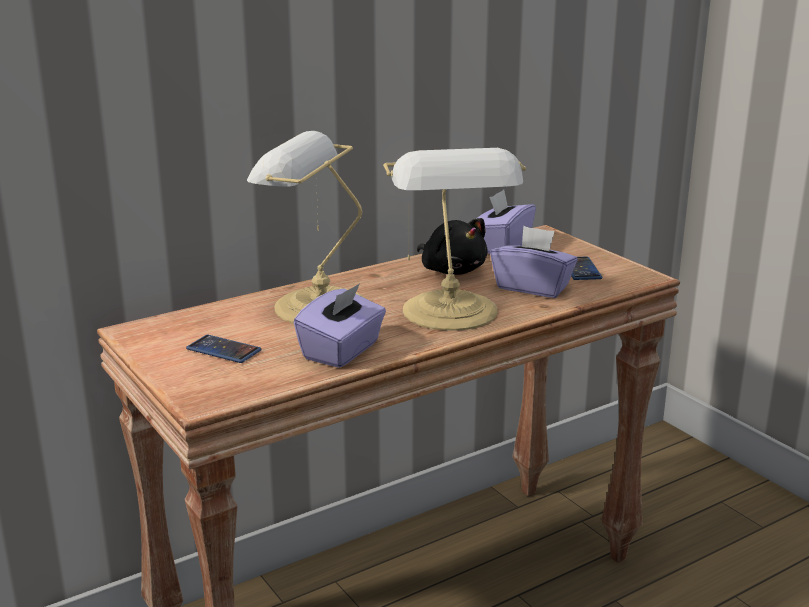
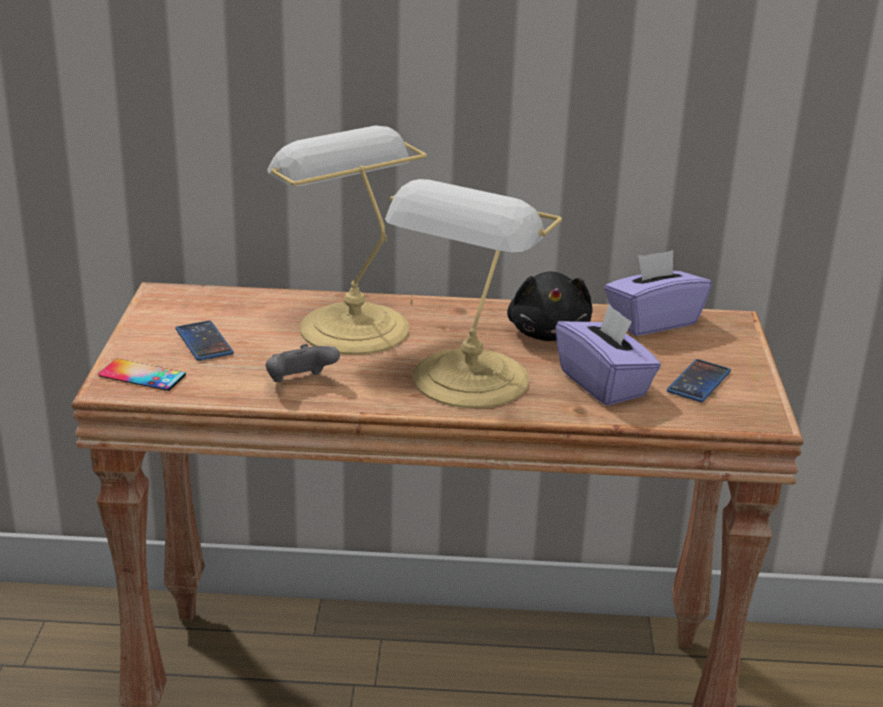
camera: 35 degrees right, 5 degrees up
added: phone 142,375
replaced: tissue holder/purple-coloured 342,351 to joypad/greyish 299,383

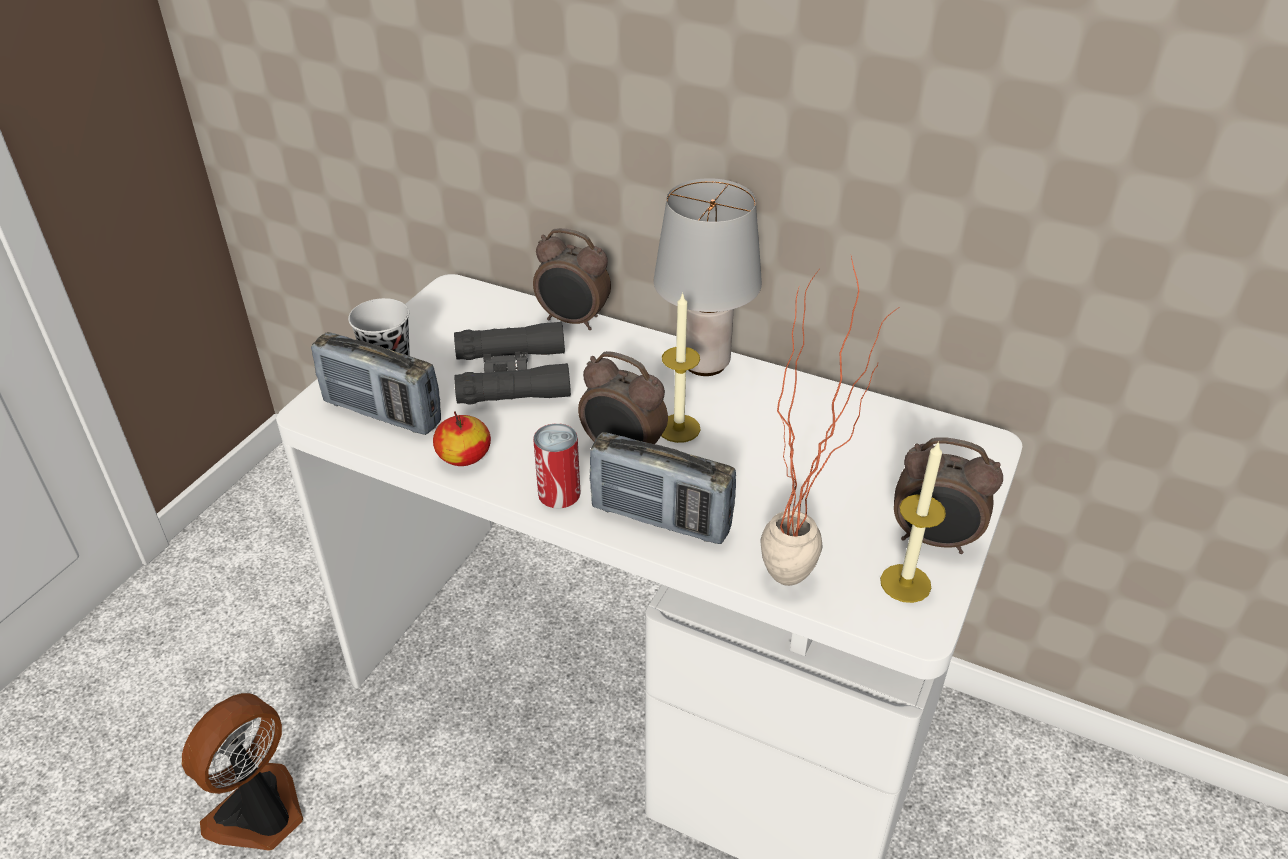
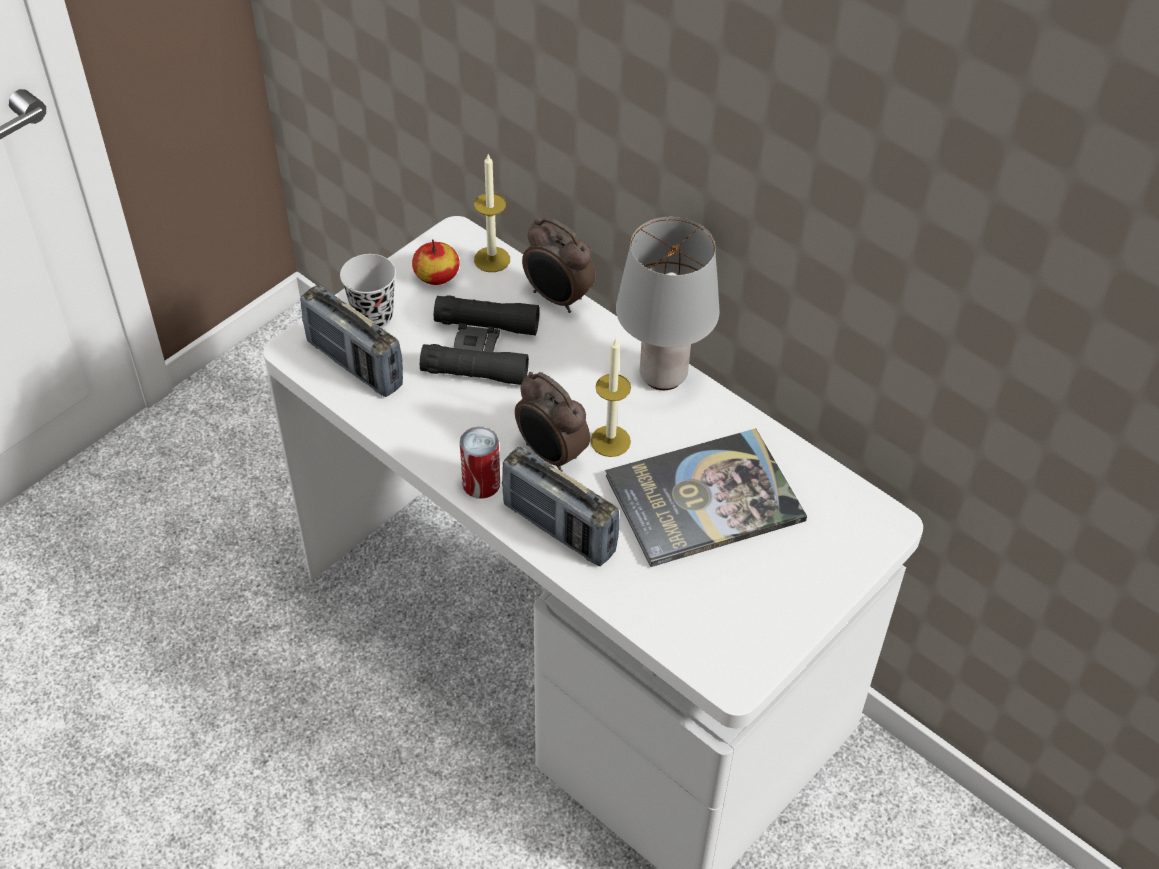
camera: 15 degrees right, 10 degrees up
removed: cooling fan 261,814; potted plant 806,580; bedside clock 934,540
added: bound book 704,498
moved: apple 464,456 to 436,275; wax candle 905,583 to 492,259

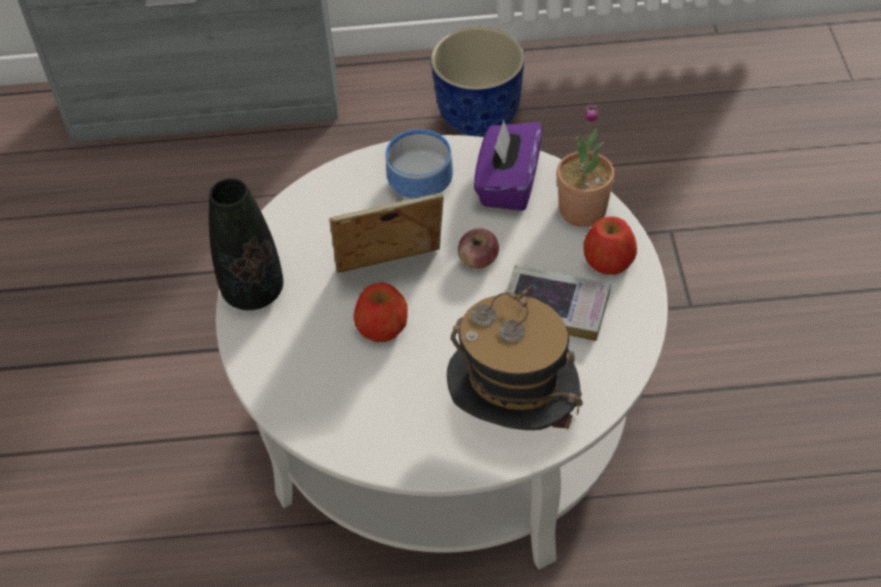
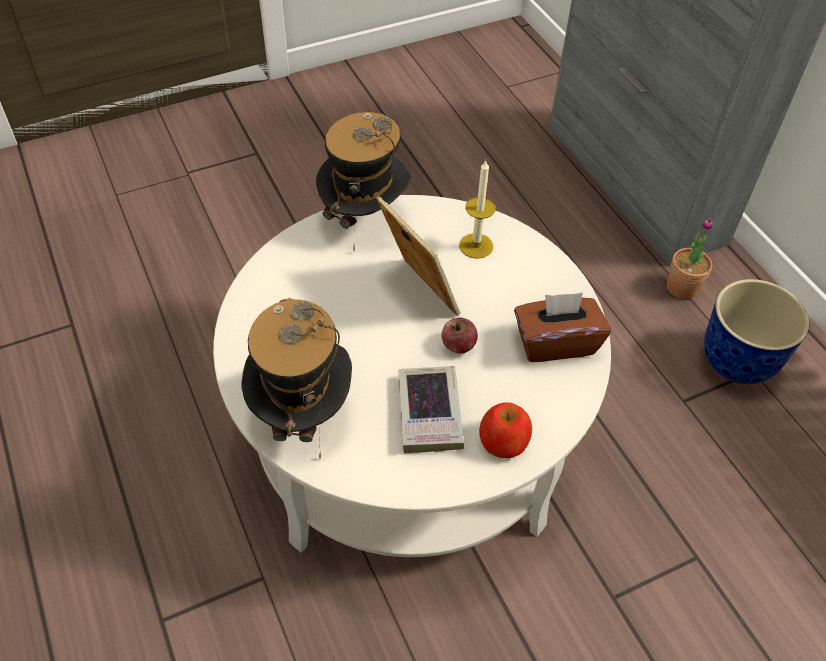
camera: 65 degrees right, 0 degrees up
removed: apple 382,326; serving bowl 418,183
added: wax candle 476,246
moved: potted plant 582,210 to 682,287
replaced: flower vase/black 253,292 to clothing hat 364,218
recoloured: tissue holder/purple-coloured 507,184 to tissue holder/brown-coloured 555,342

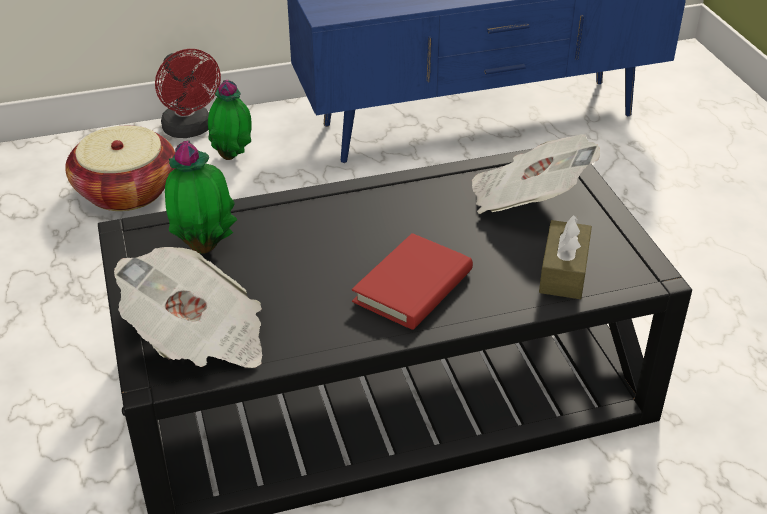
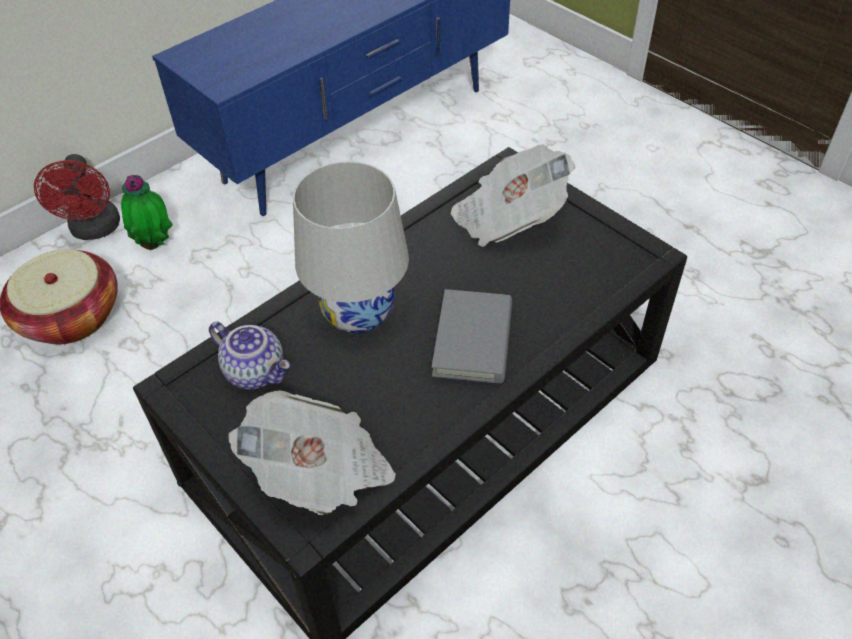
camera: 25 degrees left, 10 degrees up
removed: tissue holder/brown-coloured 563,272
added: lamp for a table/whitish 358,313
replaced: potted plant 204,246 to tea pot 257,371
recoloured: bound book/red-coloured 413,286 to bound book/greyish 473,340
turned: cooling fan/red-coloured 190,130 = 95,230 45 degrees clockwise

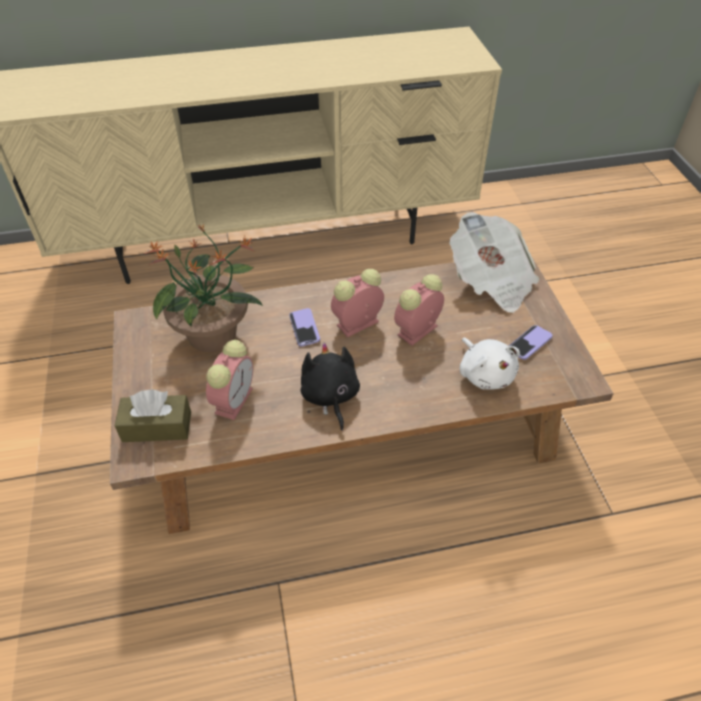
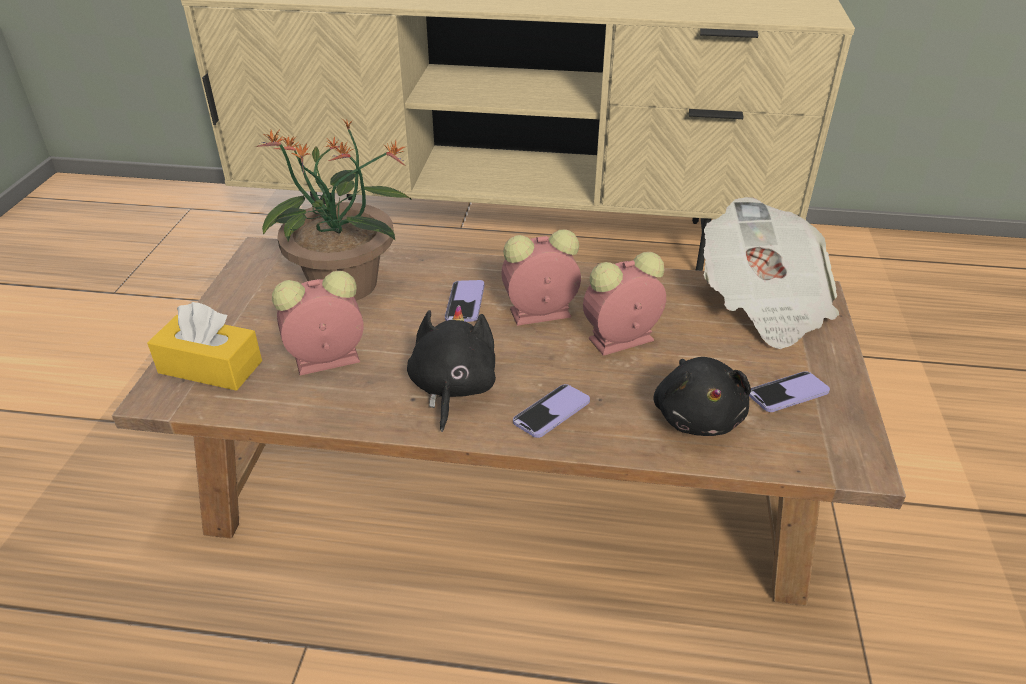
camera: 20 degrees right, 10 degrees down
added: phone 551,412
recoloured: tissue holder/brown-coloured 157,426 to tissue holder/yellow-coloured 210,367; cuddly toy/whitish 485,373 to cuddly toy/black 697,416
turned: bedside clock 234,399 = 324,360 150 degrees counterclockwise

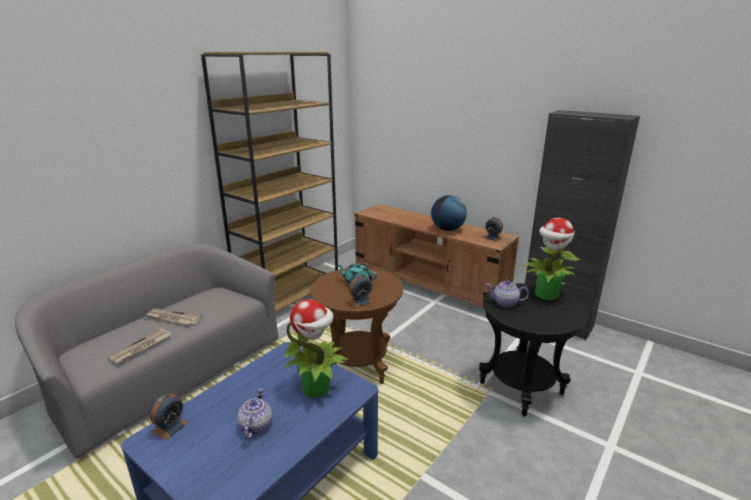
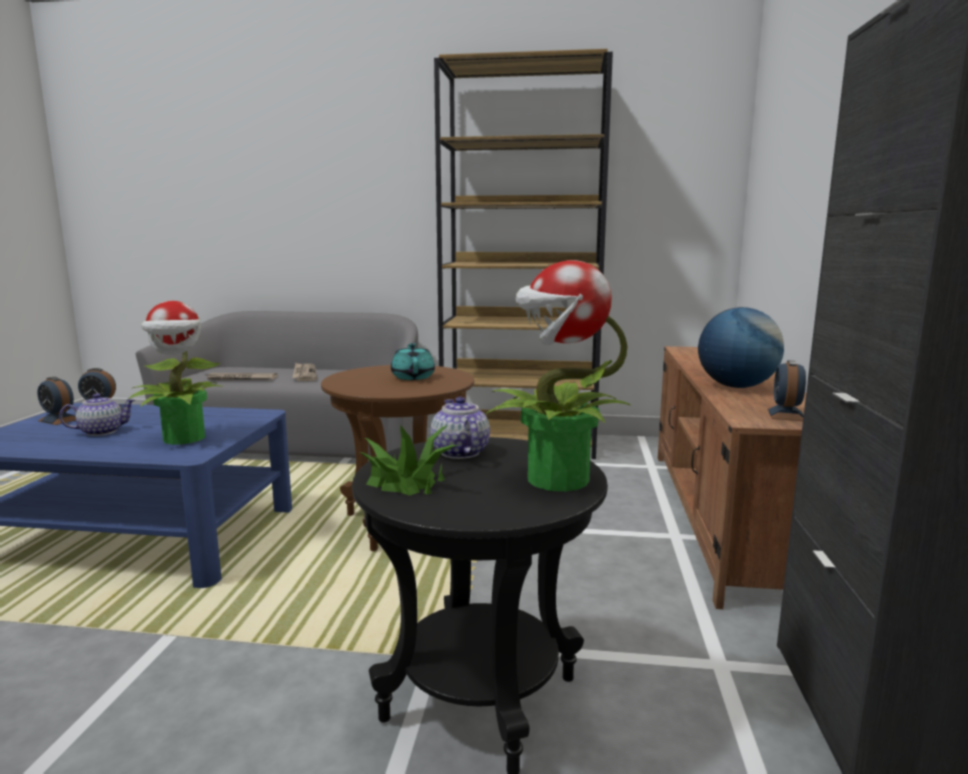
camera: 60 degrees right, 10 degrees down
added: potted plant 407,482
moved: bedside clock 360,301 to 59,420

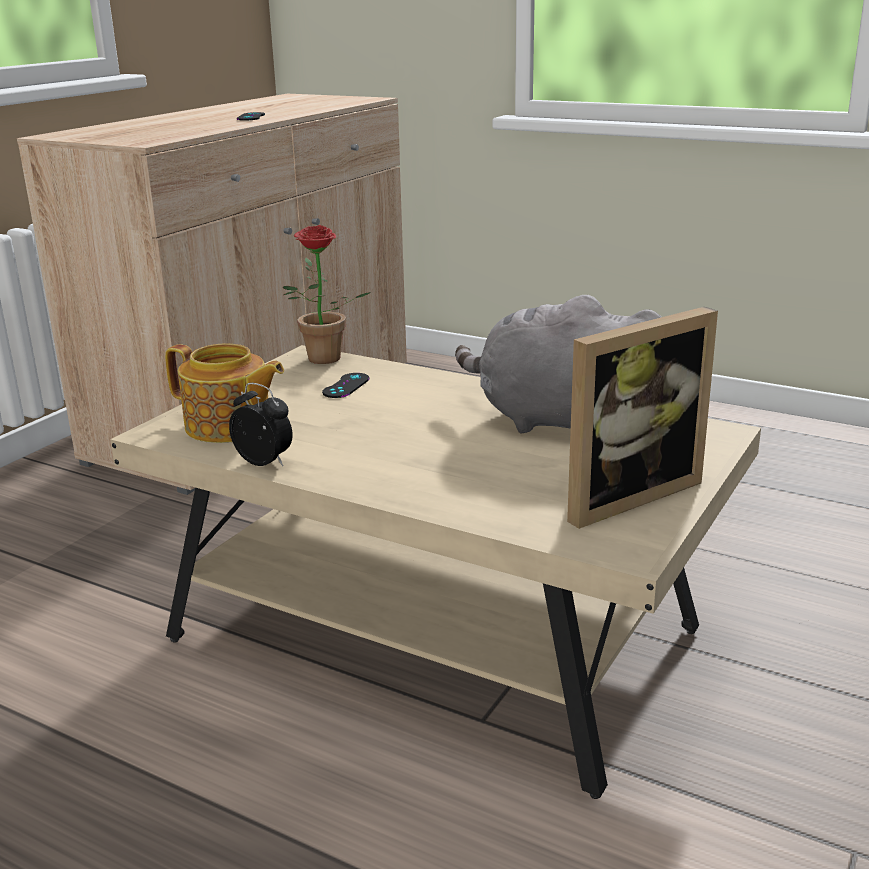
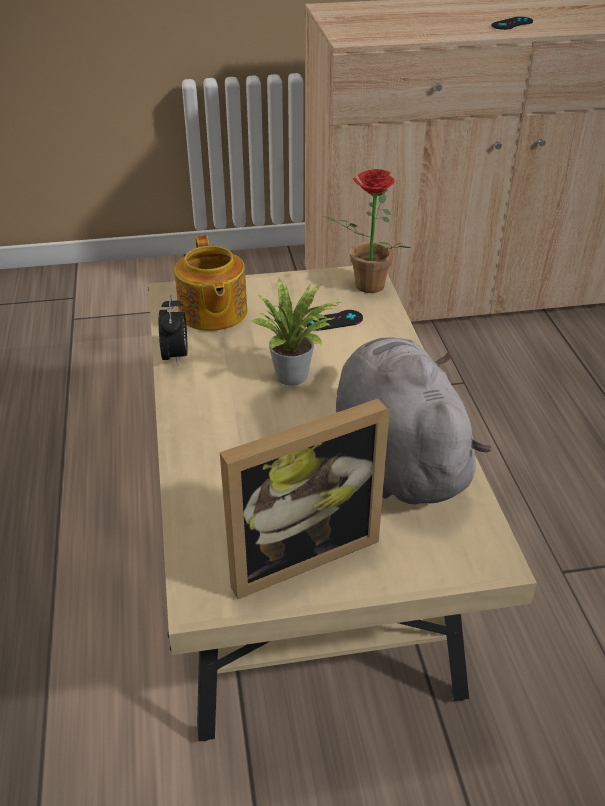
camera: 50 degrees right, 15 degrees up
added: potted plant 296,376
turned: picture frame 622,494 = 297,551 45 degrees counterclockwise

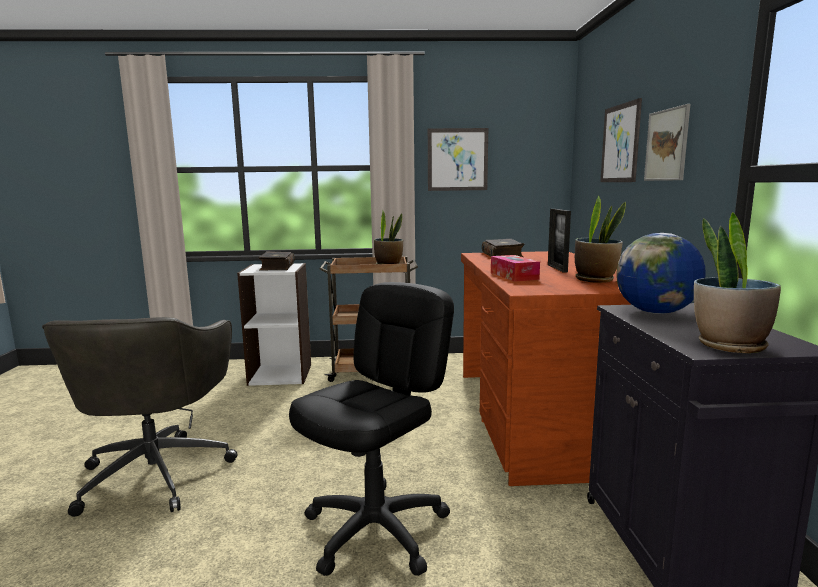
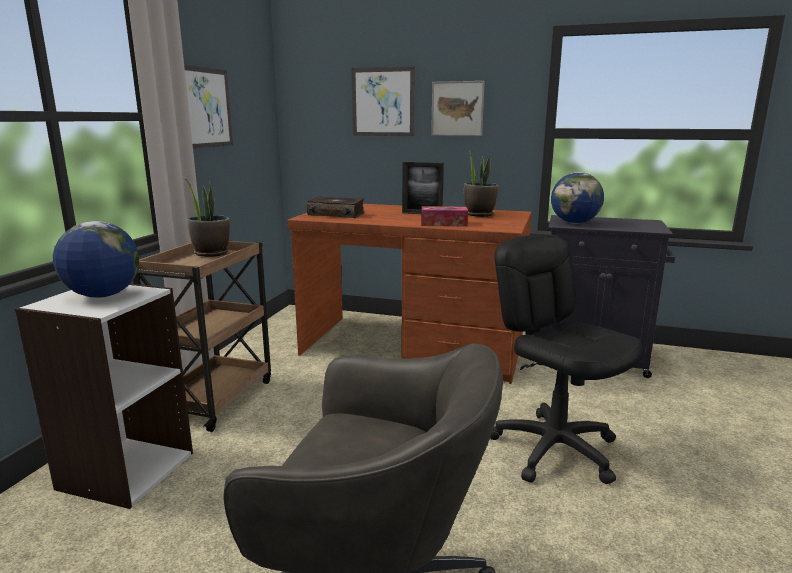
camera: 70 degrees left, 5 degrees up
removed: potted plant 729,345
replaced: bound book 276,267 to globe 103,295

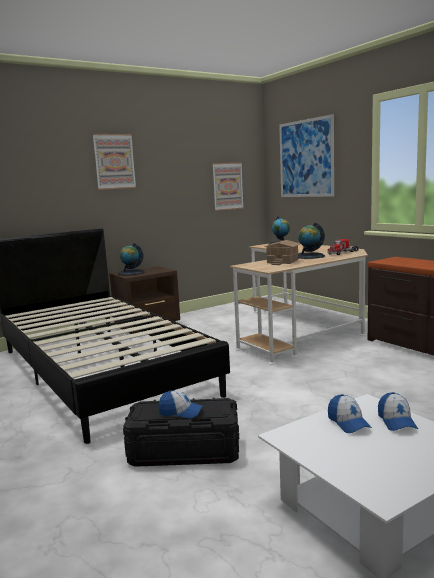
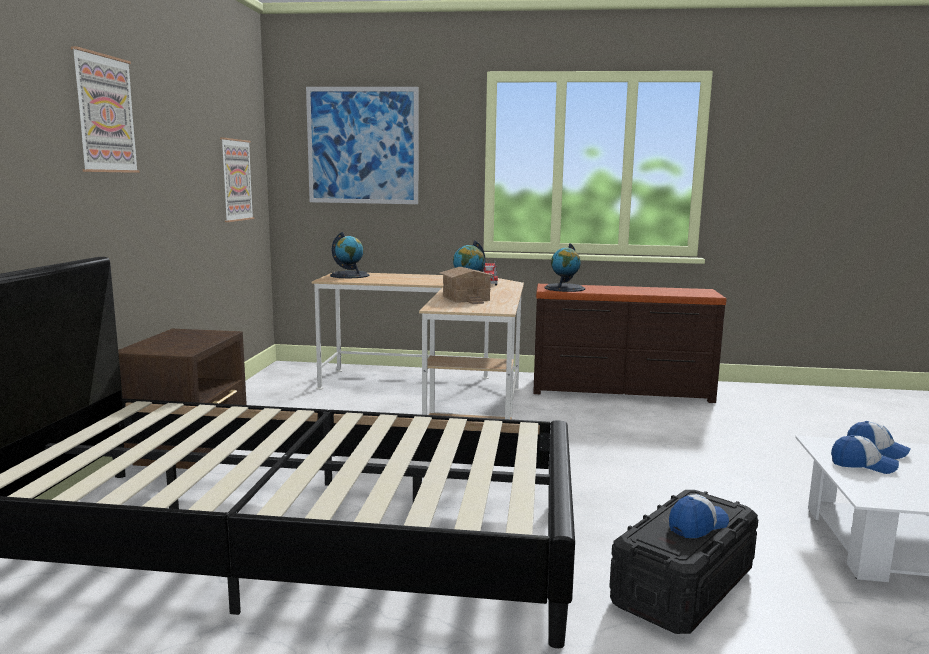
camera: 50 degrees left, 0 degrees up
moved: globe 131,273 to 564,288

